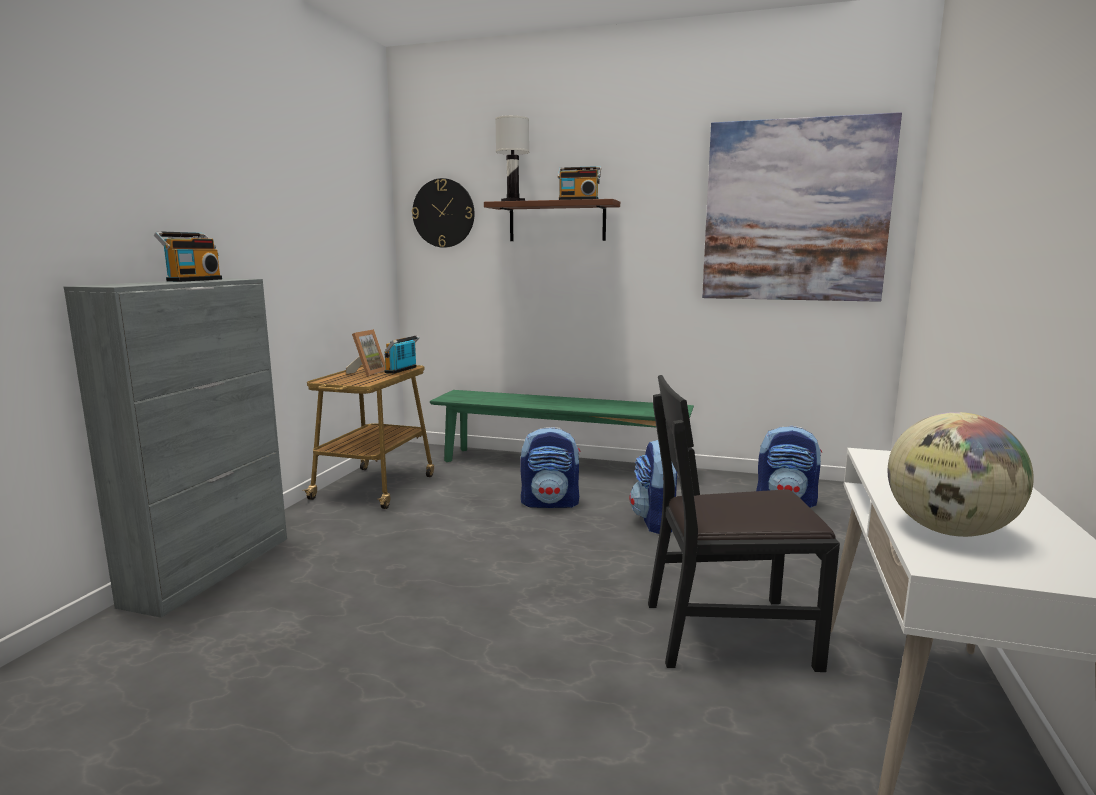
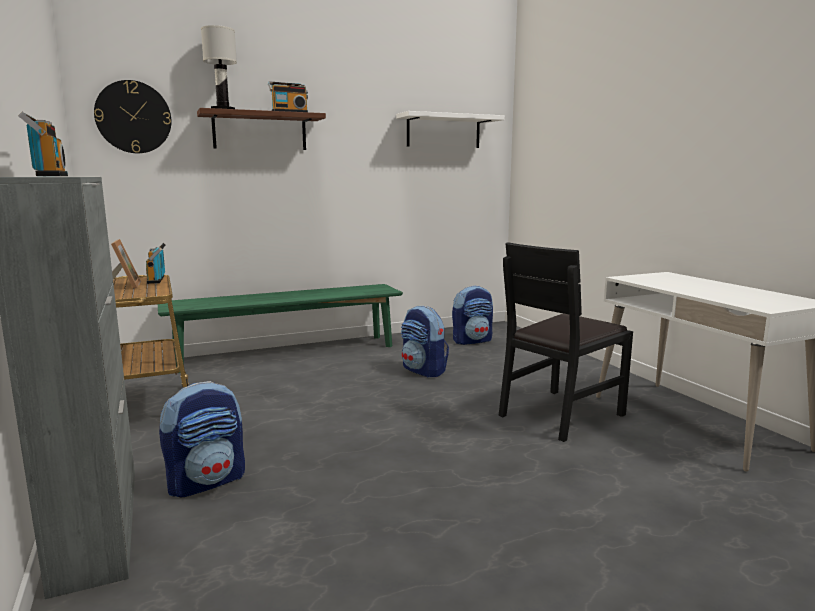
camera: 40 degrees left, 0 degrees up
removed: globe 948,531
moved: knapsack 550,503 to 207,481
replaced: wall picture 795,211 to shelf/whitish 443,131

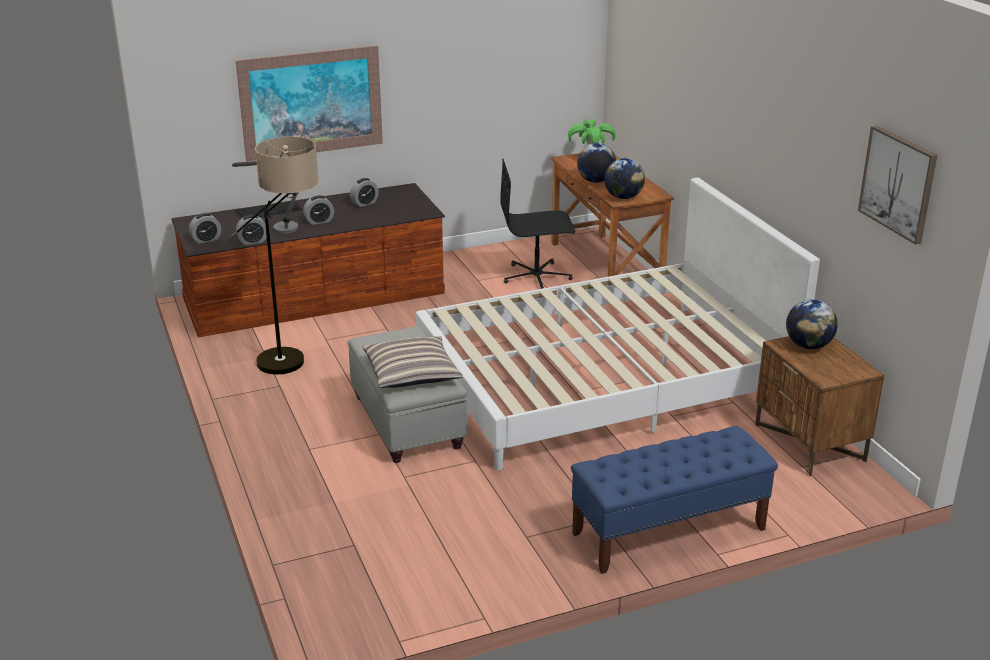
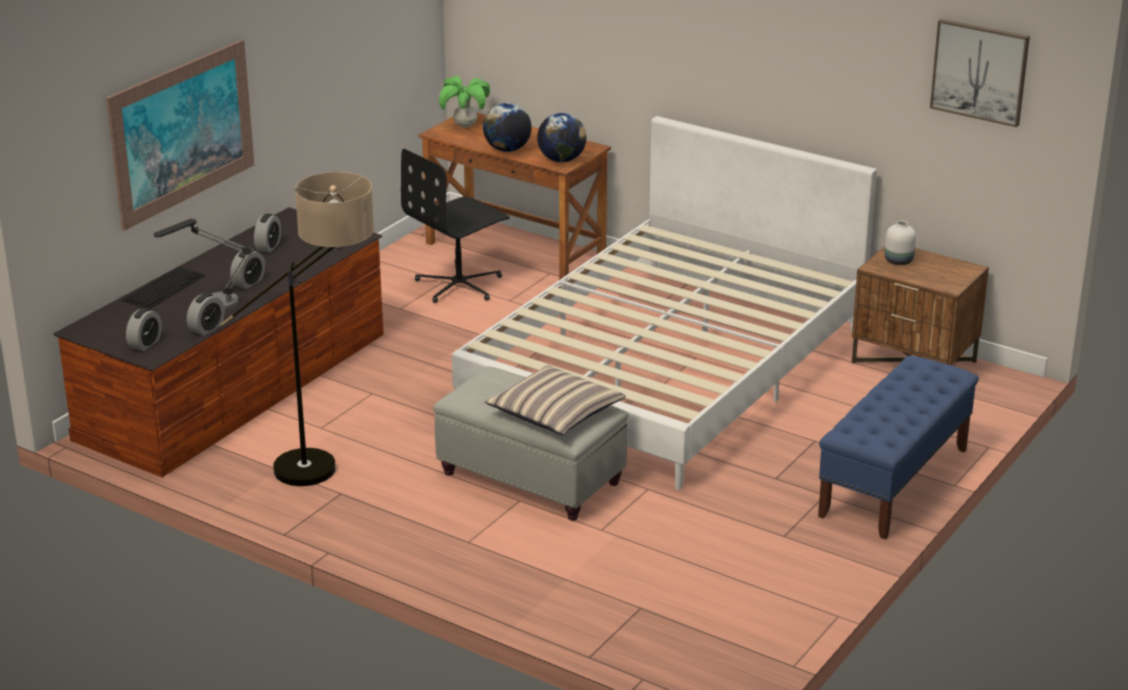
camera: 35 degrees left, 0 degrees up
replaced: globe 808,346 to flower vase/whitish 899,260

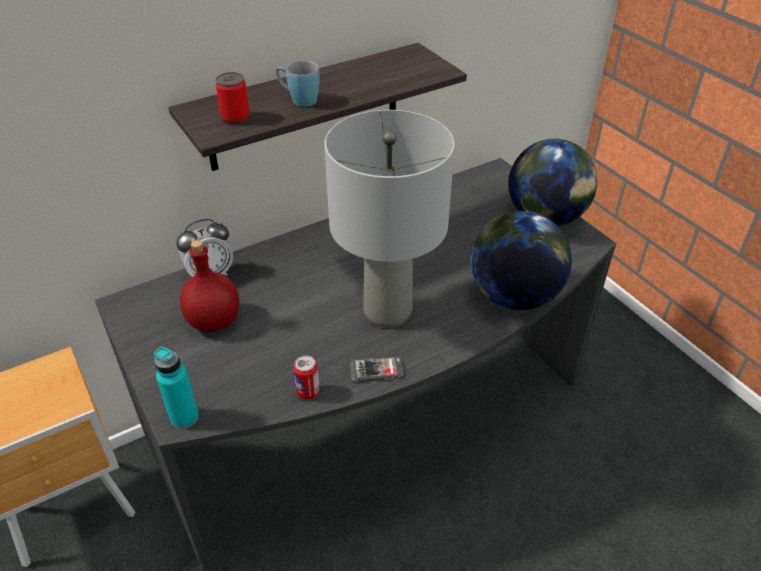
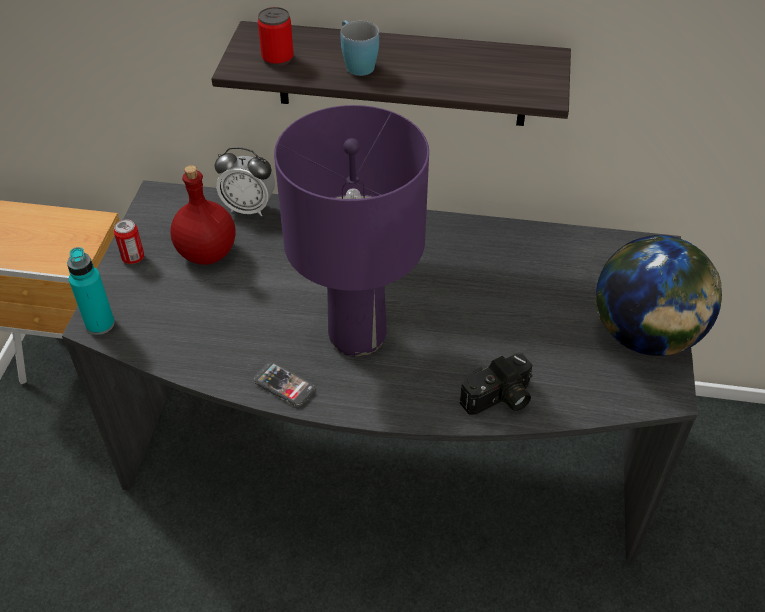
camera: 40 degrees right, 5 degrees up
moved: sealed can 308,392 to 133,258
replaced: globe 514,297 to photo camera 499,400
recoloured: lamp for a table/greyish 388,313 to lamp for a table/purple-coloured 356,337

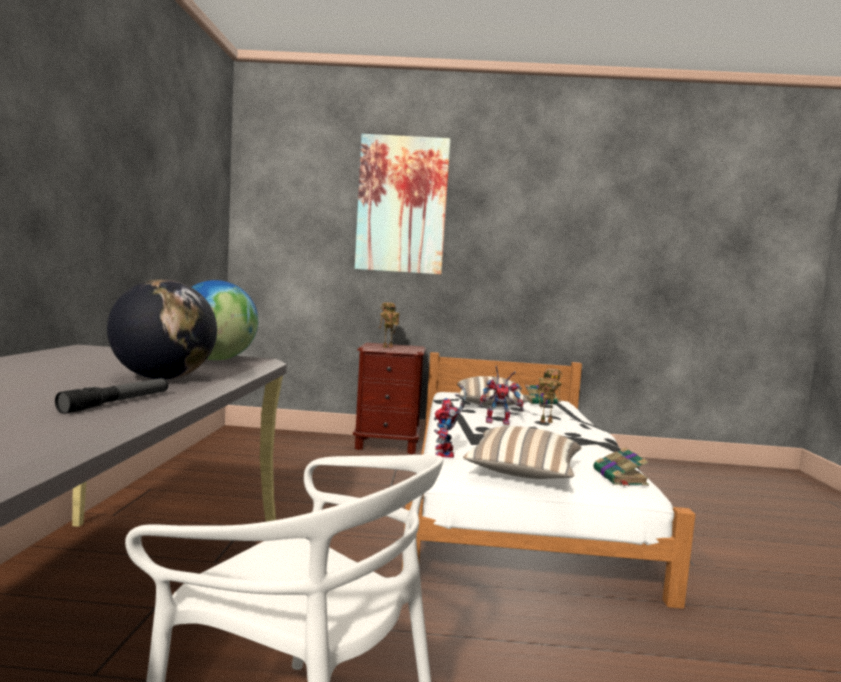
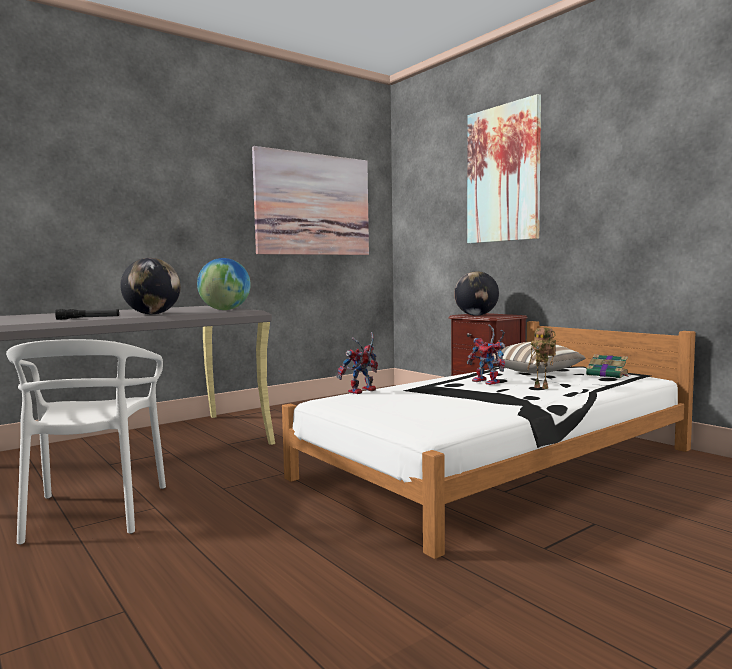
camera: 50 degrees right, 0 degrees up
removed: cushion 522,473; bound book 620,478
added: wall picture 313,205
replaced: robot figure 387,347 to globe 476,315

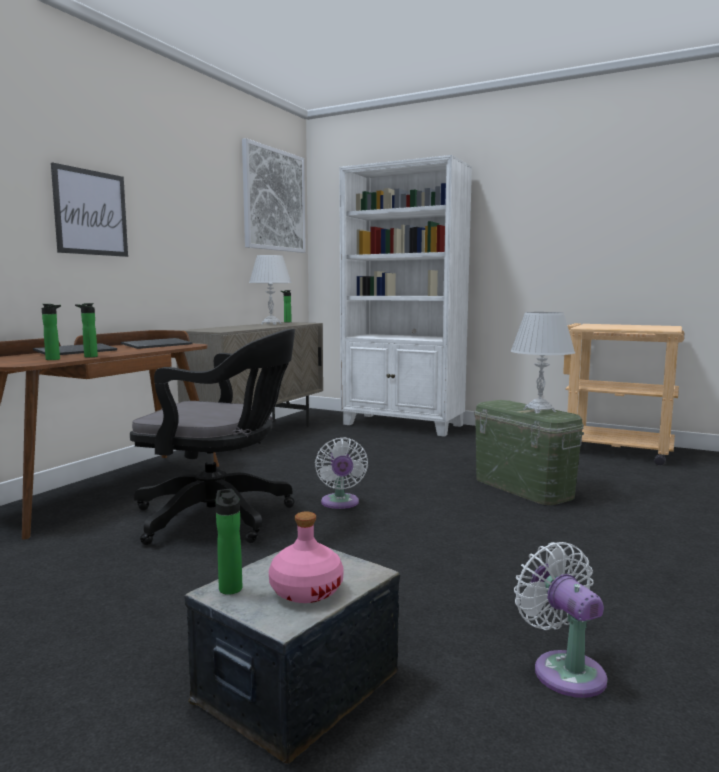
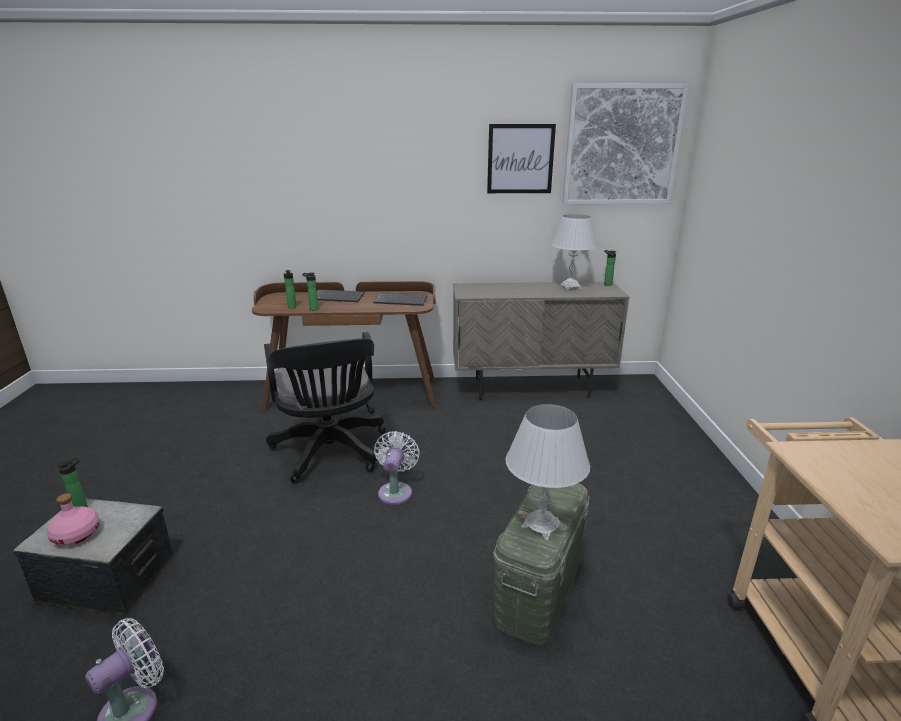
camera: 60 degrees right, 15 degrees up
removed: shelving unit/whitish 403,425
moved: wall picture 91,212 to 520,159
turned: cooling fan/whitish 340,503 = 396,491 135 degrees clockwise

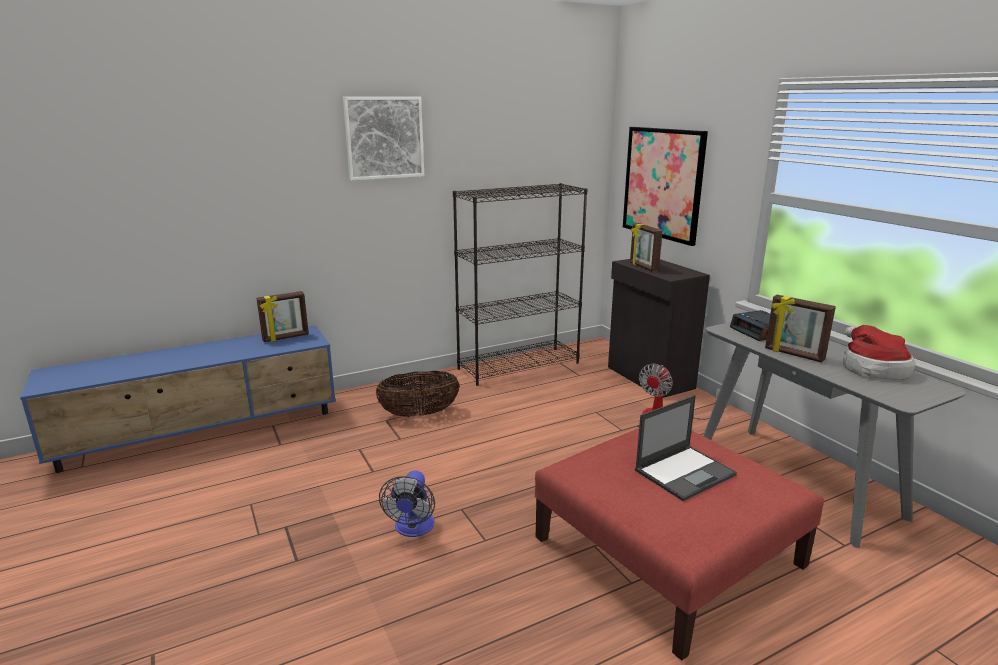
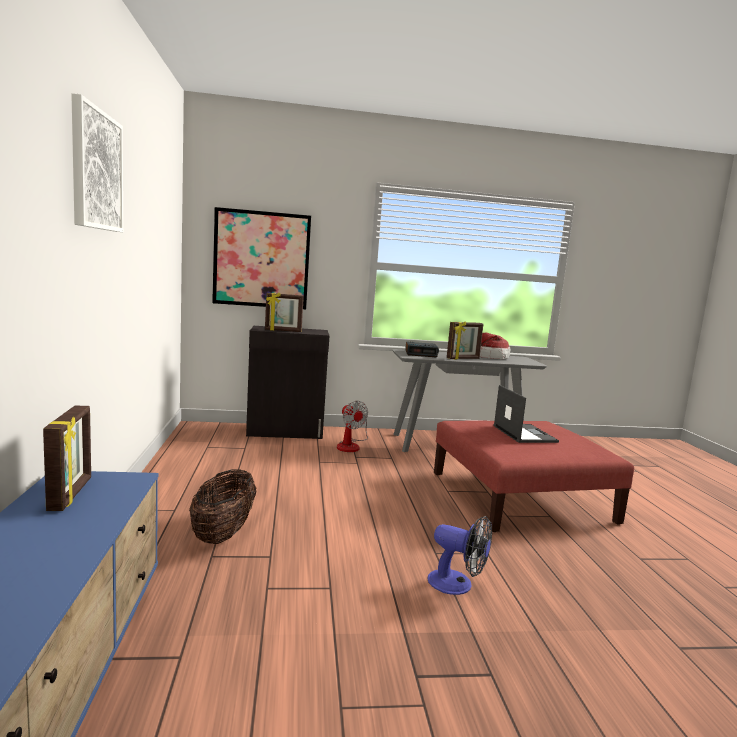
camera: 70 degrees left, 10 degrees down
removed: shelving unit/black 519,365

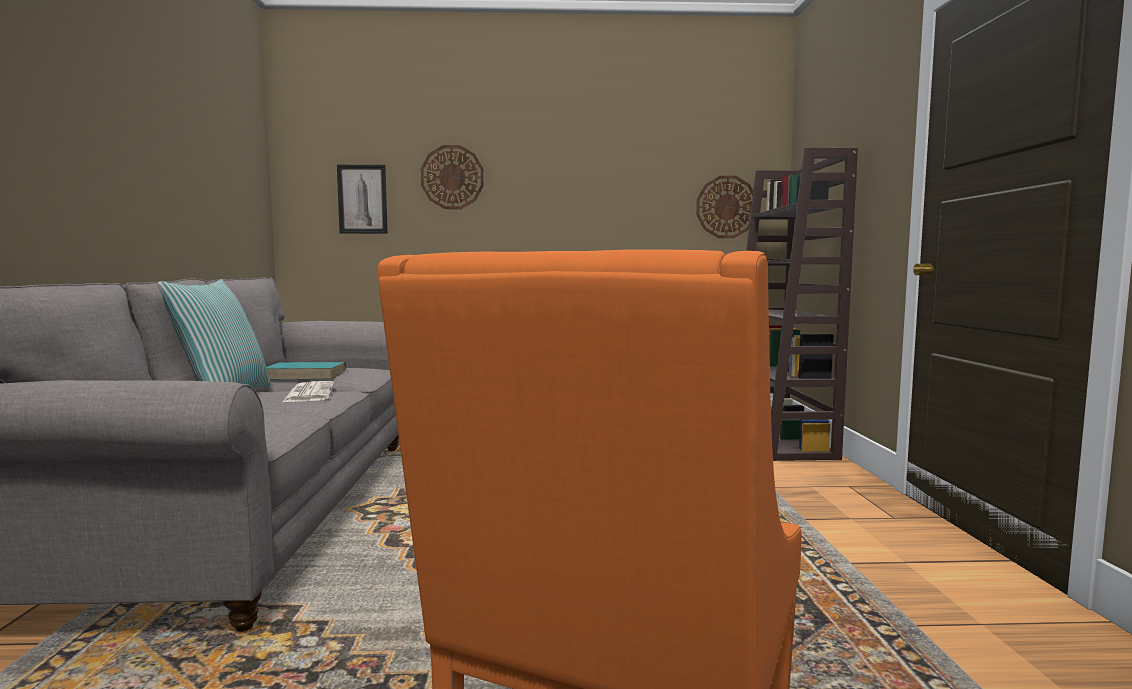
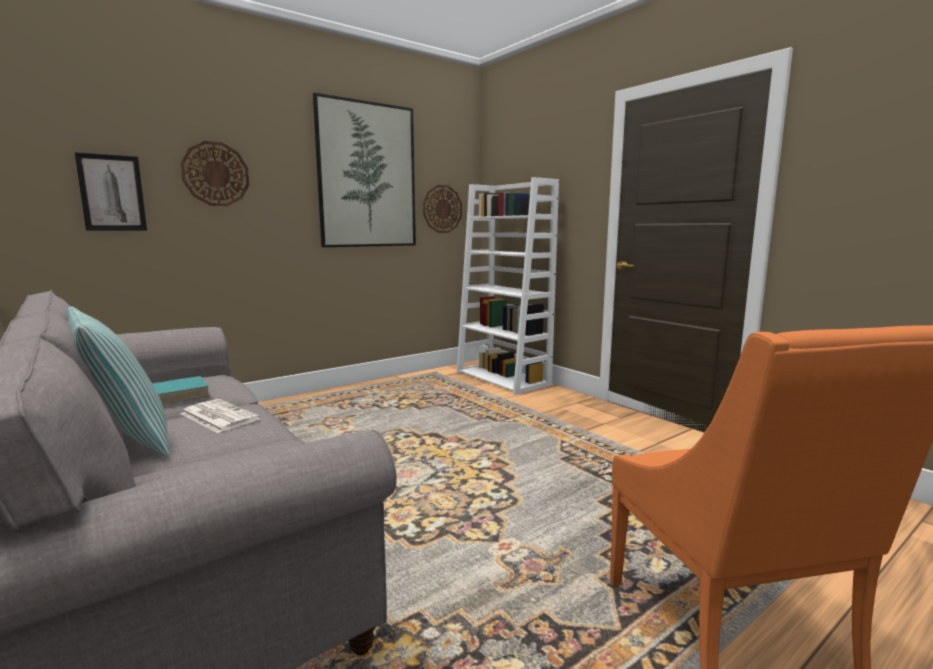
camera: 35 degrees left, 5 degrees up
added: wall picture 367,176
recoloured: shelving unit/brown-coloured 780,441 to shelving unit/whitish 503,379

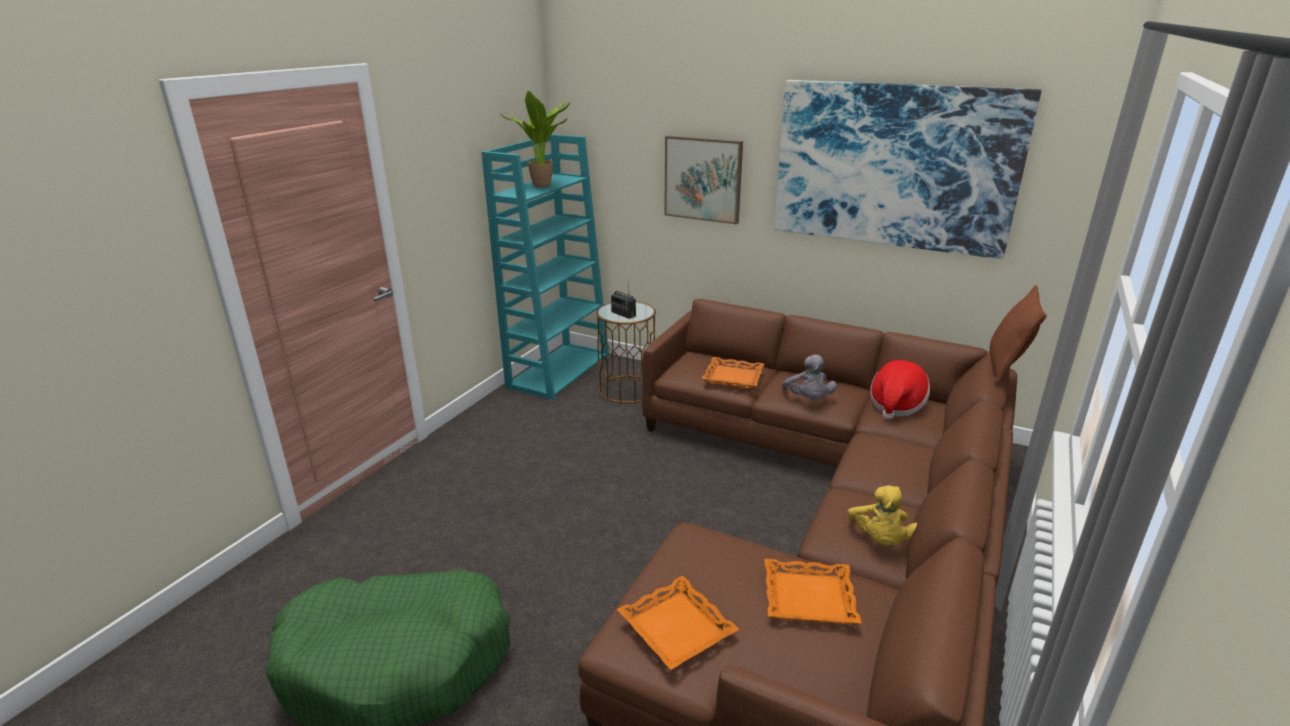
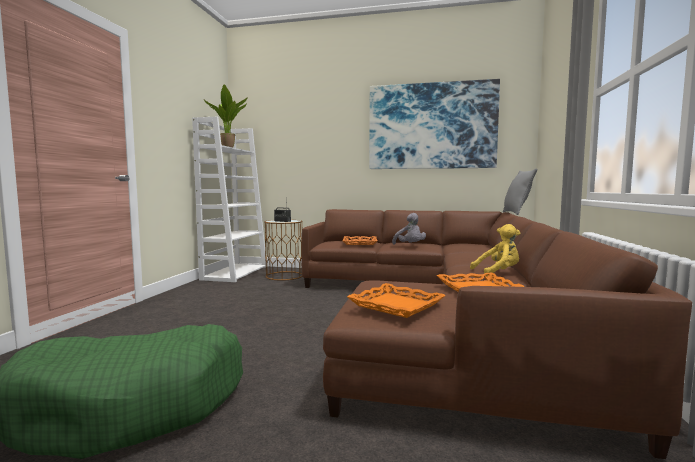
camera: 15 degrees left, 20 degrees down
removed: wall picture 703,179; clothing hat 896,405
recoloured: shelving unit/turquoise 559,370 to shelving unit/whitish 235,273; cushion/brown-coloured 1005,368 to cushion/greyish 516,213
turned: cuddly toy/yellow-coloured 880,540 = 498,273 90 degrees counterclockwise

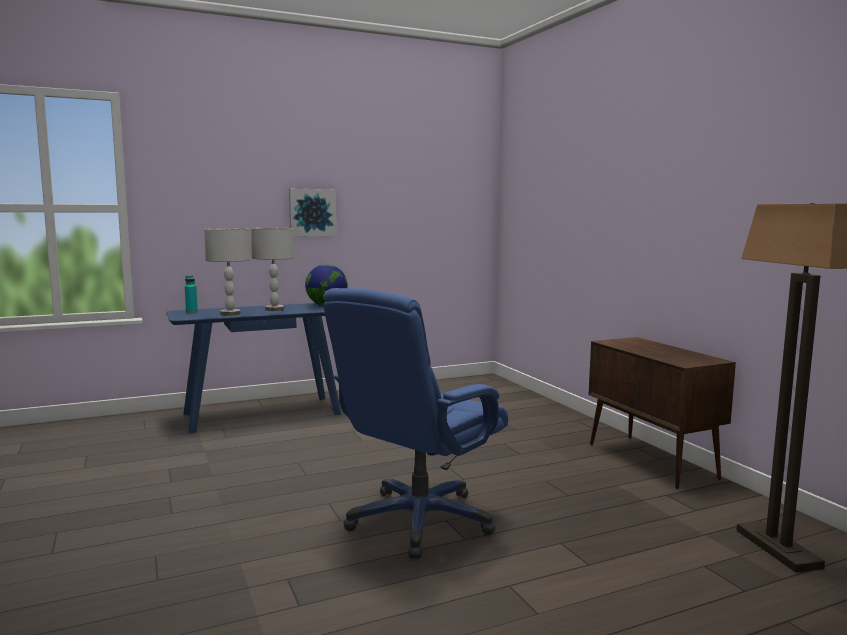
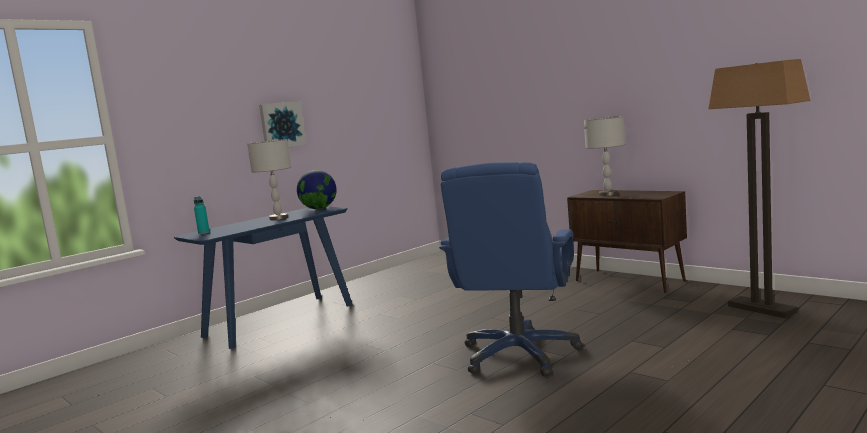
camera: 20 degrees left, 0 degrees up
moved: lamp for a table/greyish 230,314 to 608,194

